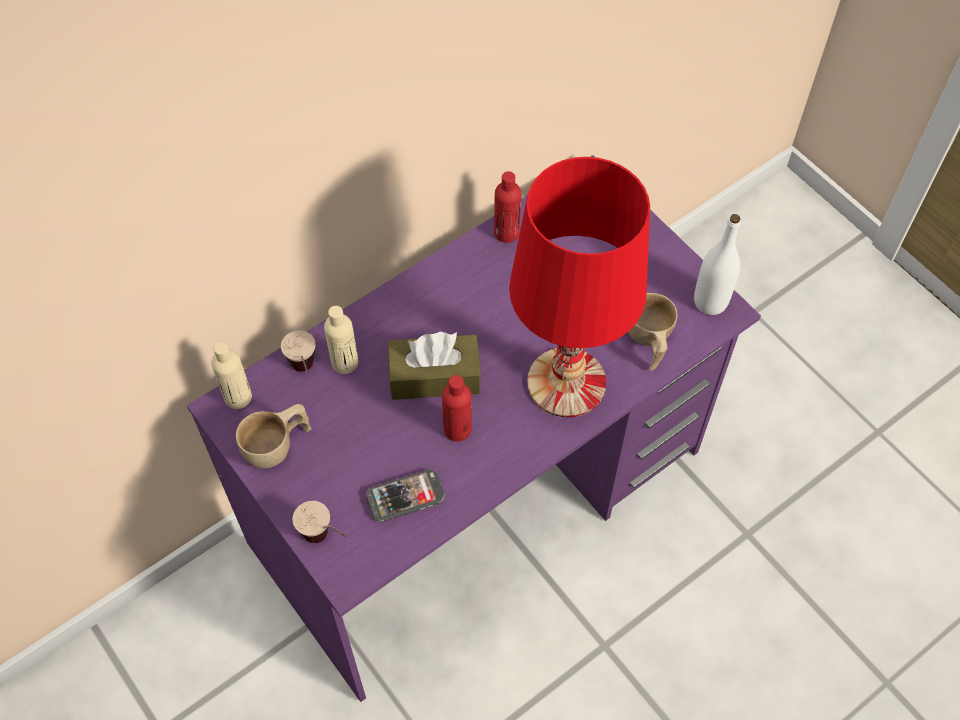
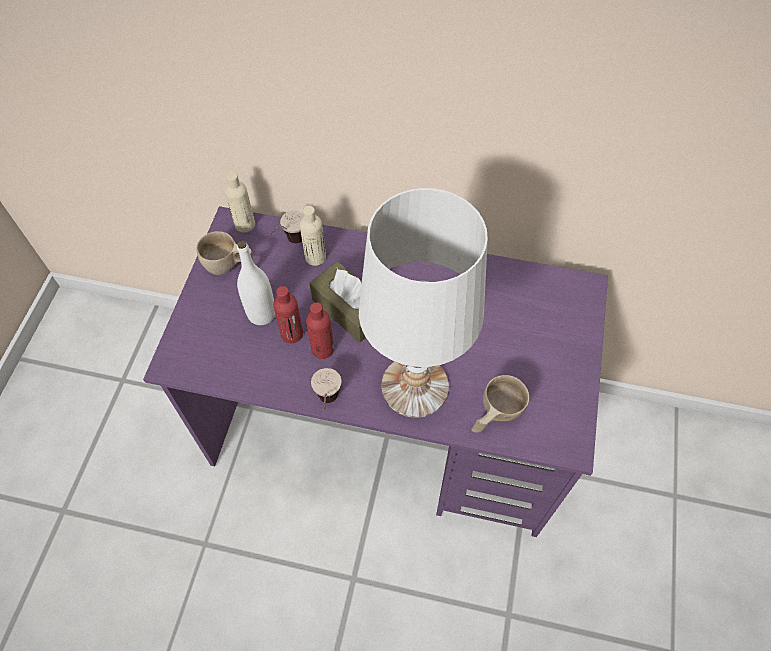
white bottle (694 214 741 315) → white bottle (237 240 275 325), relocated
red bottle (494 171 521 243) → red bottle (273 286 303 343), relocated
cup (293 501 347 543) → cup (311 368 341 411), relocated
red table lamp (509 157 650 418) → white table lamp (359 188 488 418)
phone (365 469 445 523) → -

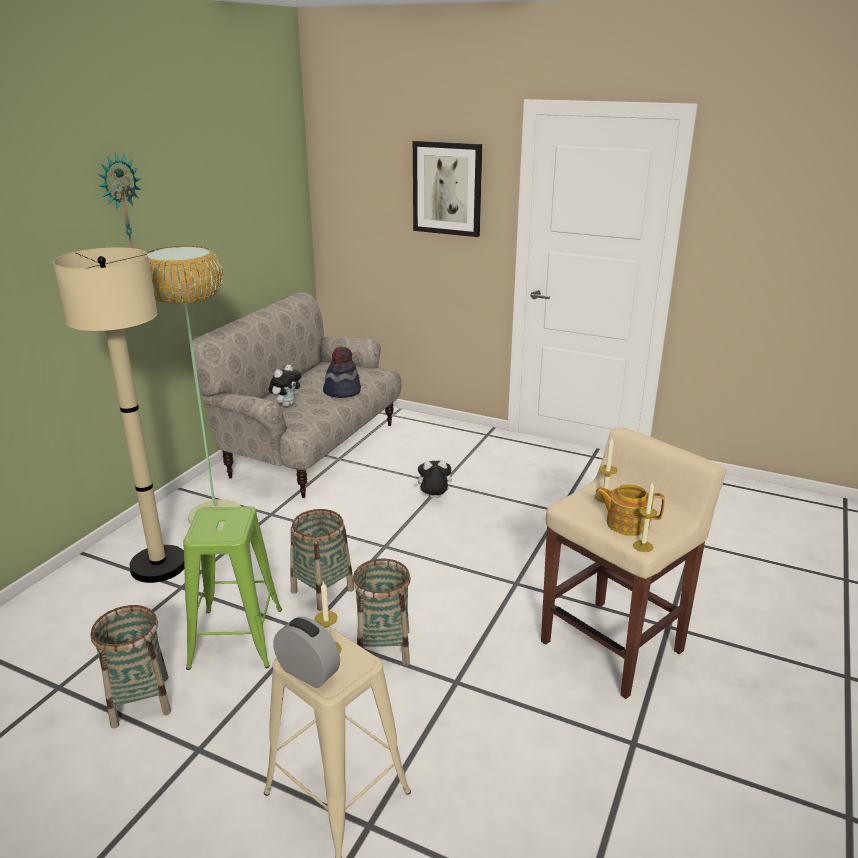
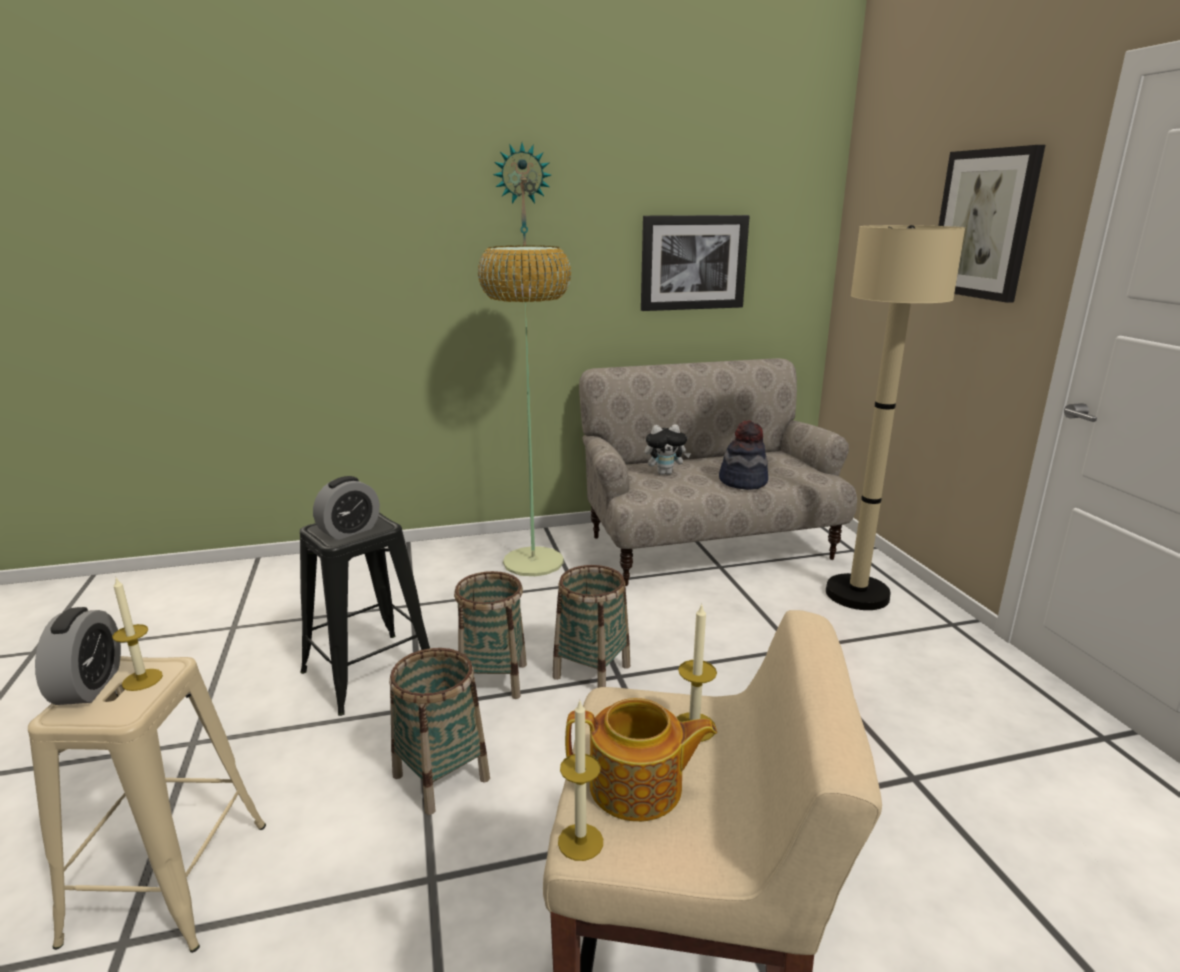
green stool (183 506 282 670) → black stool (300 512 430 716)
- → alarm clock (313 476 380 540)
basket (90 605 171 728) → basket (552 565 630 688), relocated
teapot (596 484 665 536) → teapot (565 698 717 822), 120 degrees clockwise
- → picture (641 215 750 311)
beige floor lamp (53 247 184 583) → beige floor lamp (826 225 965 610), relocated
plush toy (413 460 452 498) → -

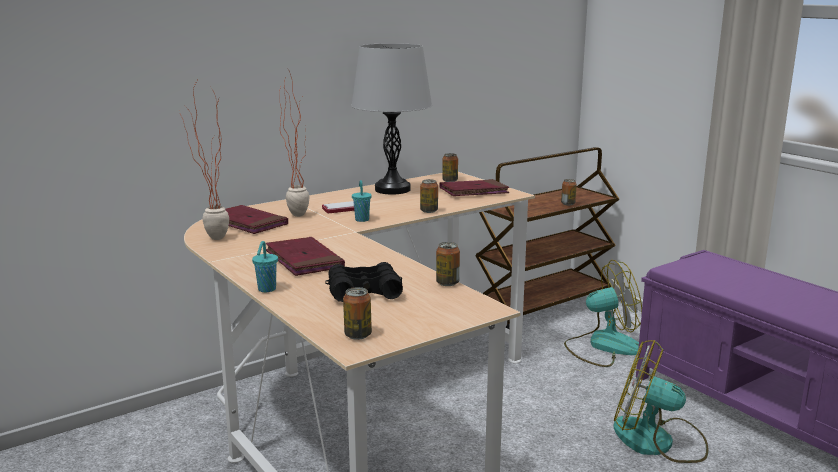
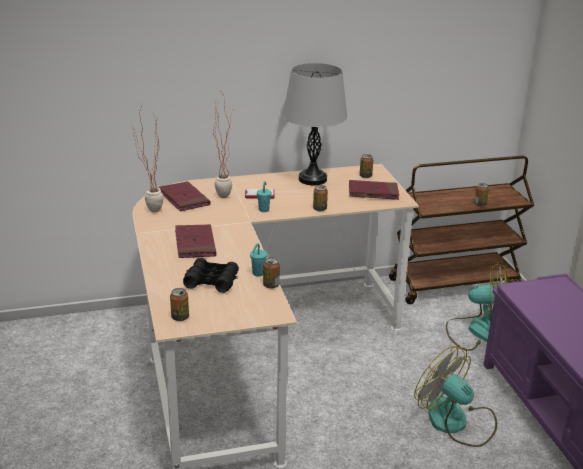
turquoise cup (252 241 278 292) → turquoise cup (250 243 267 277), relocated

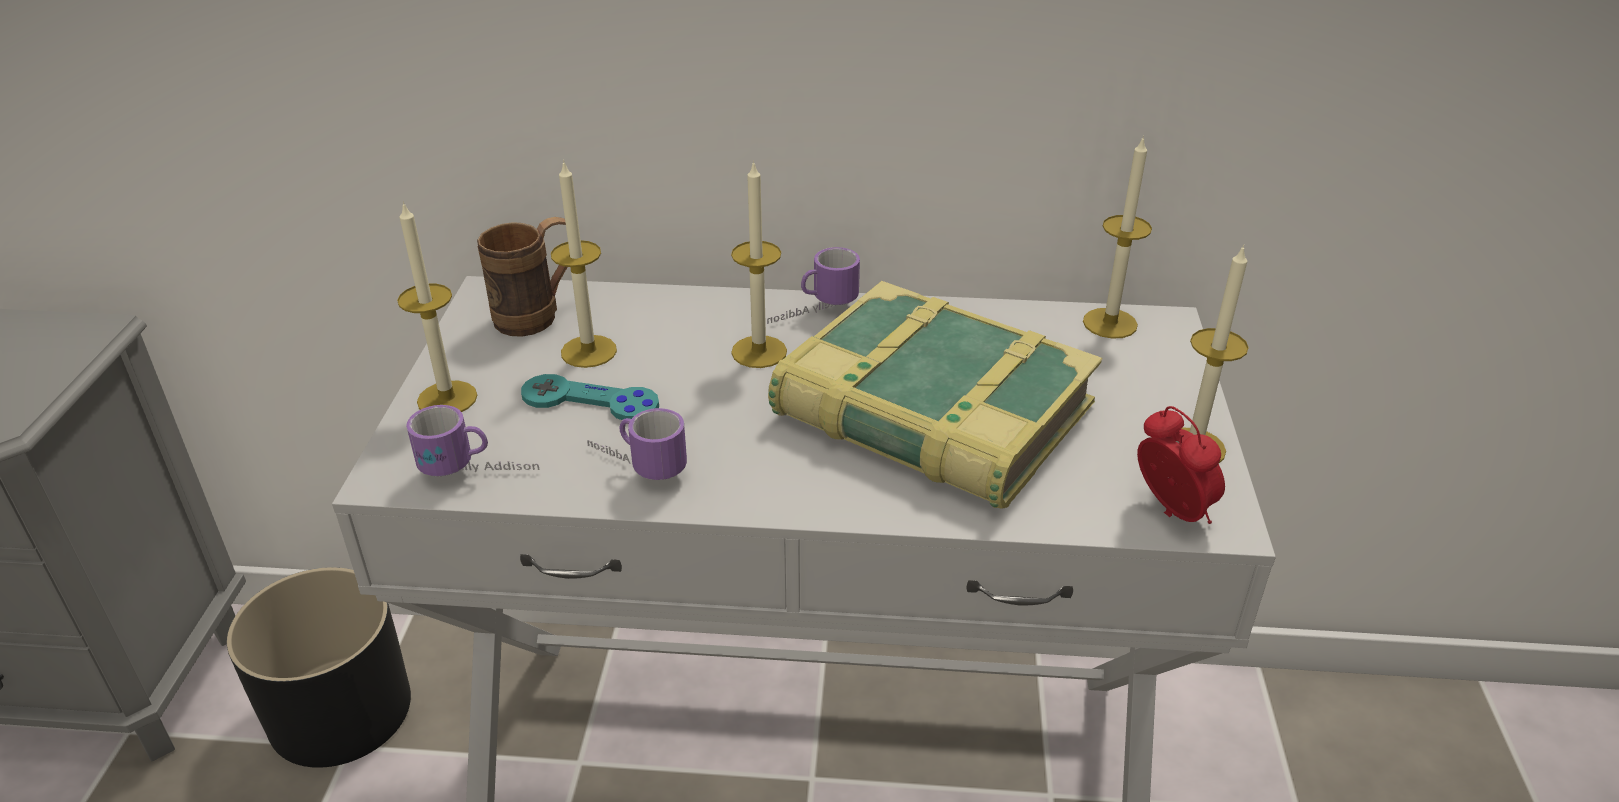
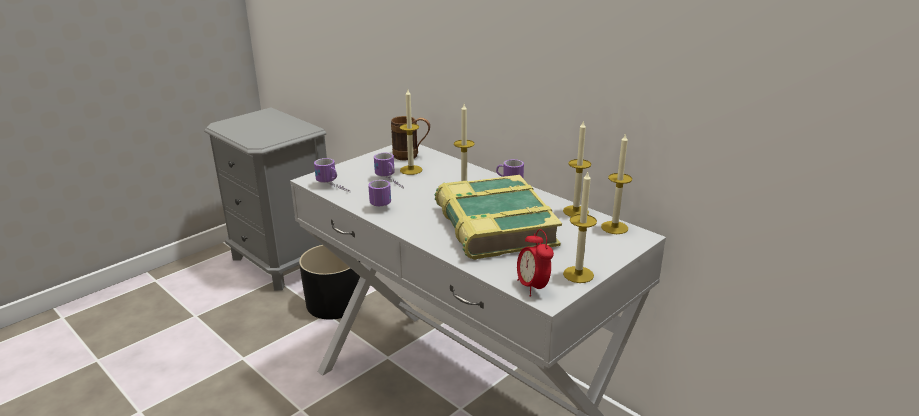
turquoise game controller (521 374 659 420) → mug (374 153 404 189)
alarm clock (1137 406 1225 524) → alarm clock (517 229 554 296), 150 degrees clockwise
candle (397 201 477 412) → candle (563 120 591 217), relocated

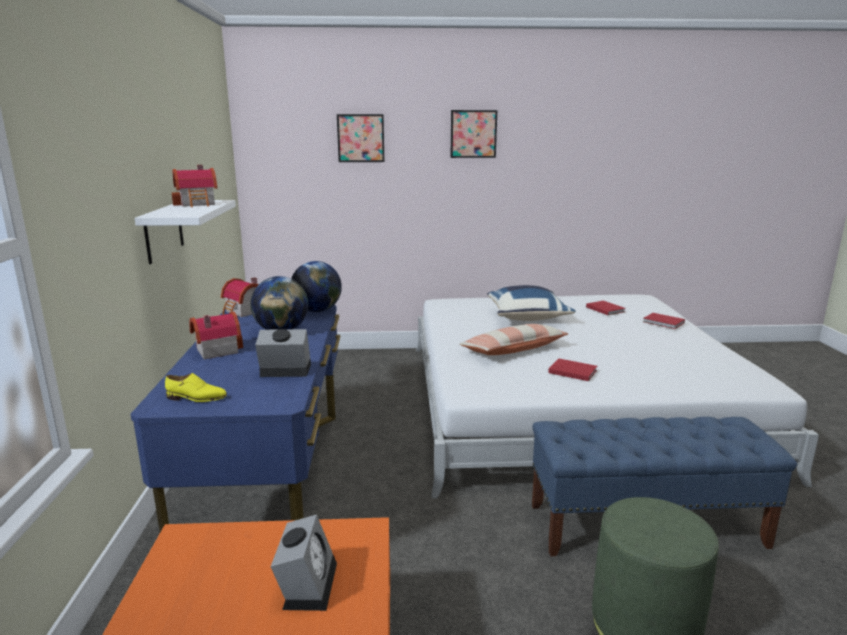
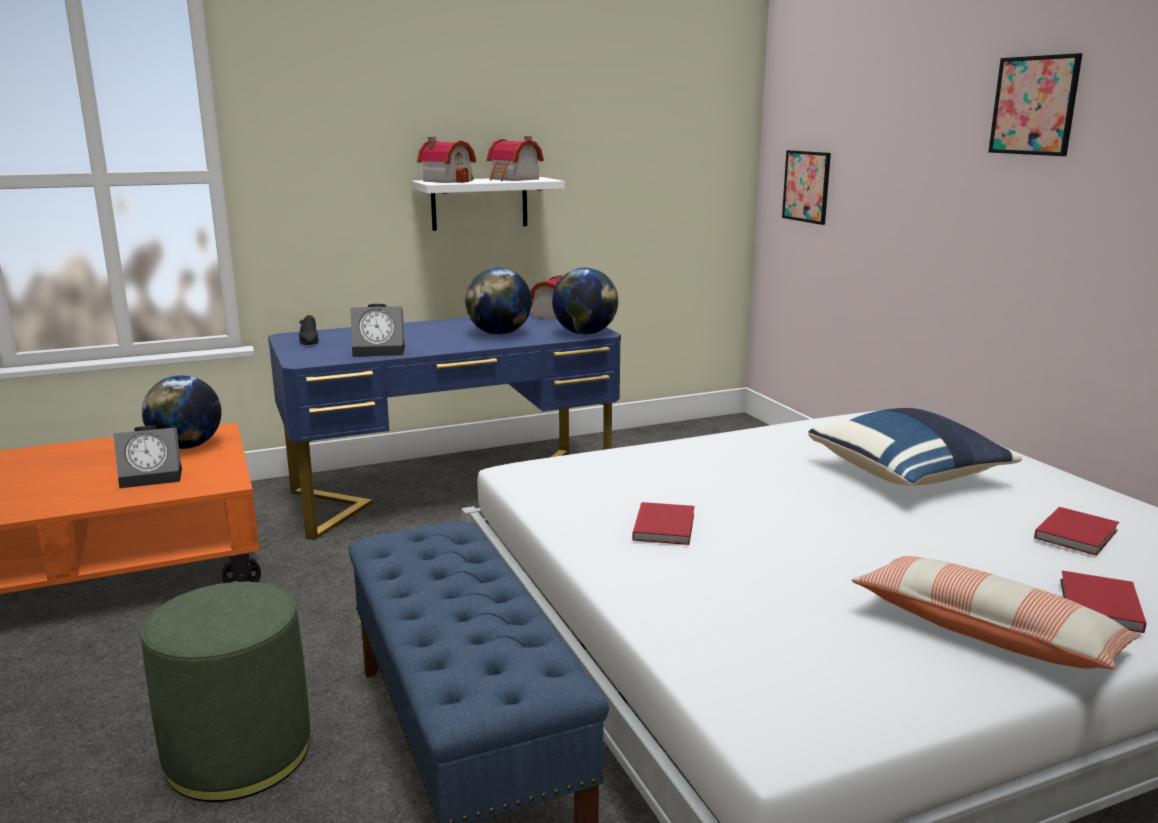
- → globe (142 375 221 449)
yellow shoe (165 373 227 402) → black shoe (299 315 319 345)
alarm clock (255 329 311 377) → alarm clock (351 304 405 357), 105 degrees clockwise
toy house (189 312 243 359) → toy house (417 137 476 183), relocated
picture (337 114 384 162) → picture (782 150 831 225), relocated
pillow (459 324 568 355) → pillow (851 556 1139 669), relocated

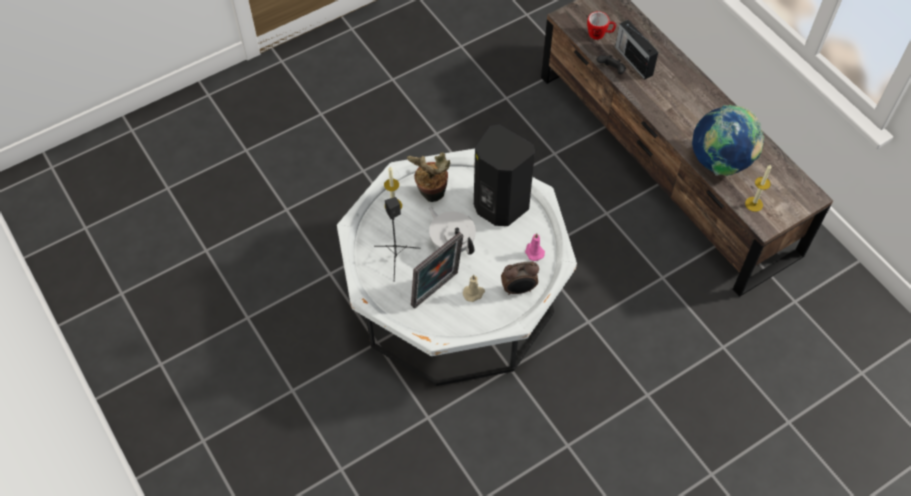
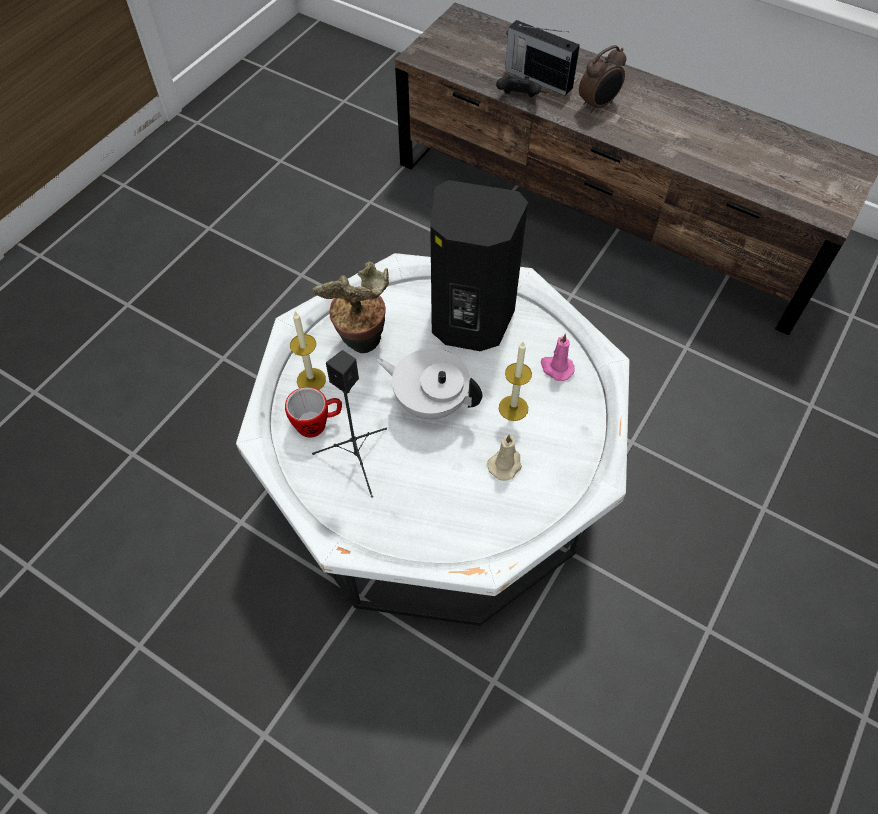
mug (587 11 616 40) → mug (285 387 342 438), relocated
candle (745 164 771 212) → candle (499 342 532 421), relocated
alarm clock (501 262 539 295) → alarm clock (579 45 626 113), relocated
picture frame (411 232 464 309) → -
globe (692 105 764 176) → -

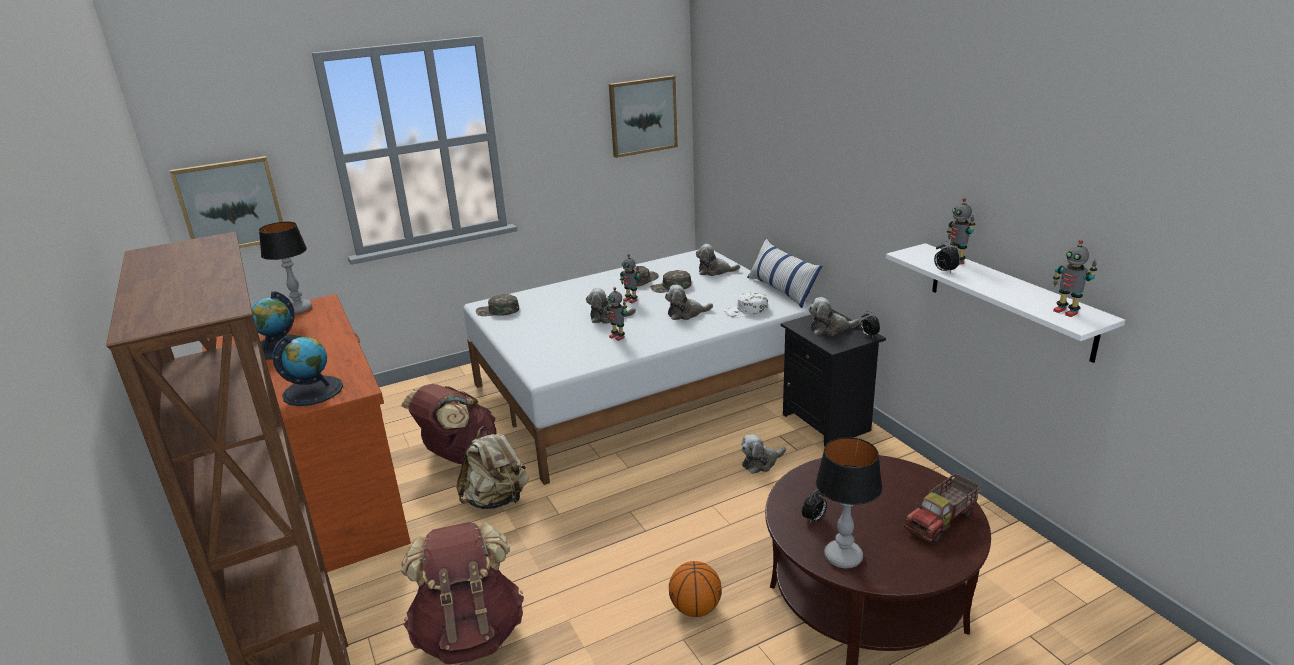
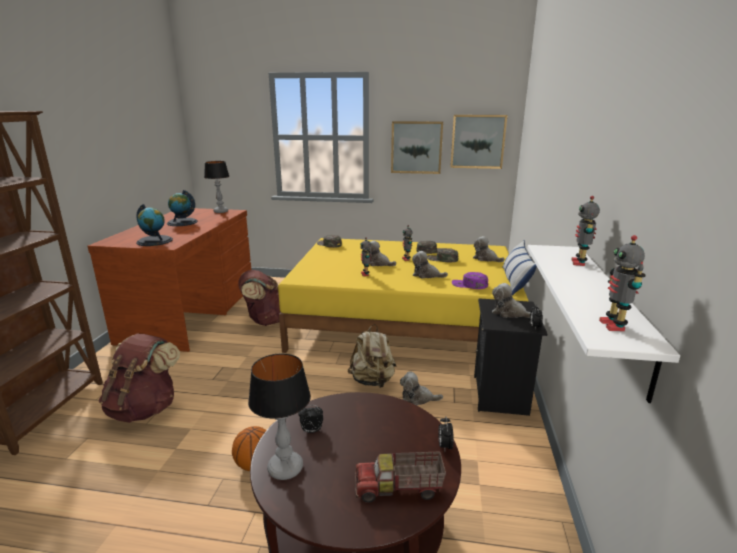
white bed (463 250 812 485) → yellow bed (278 238 529 353)
beige backpack (456 426 529 509) → beige backpack (348 324 397 388), relocated
picture (170 156 283 248) → picture (391 121 443 174), relocated
alarm clock (934 241 960 273) → alarm clock (438 417 454 451), relocated
white cap (724 292 768 317) → purple cap (452 272 488 289)

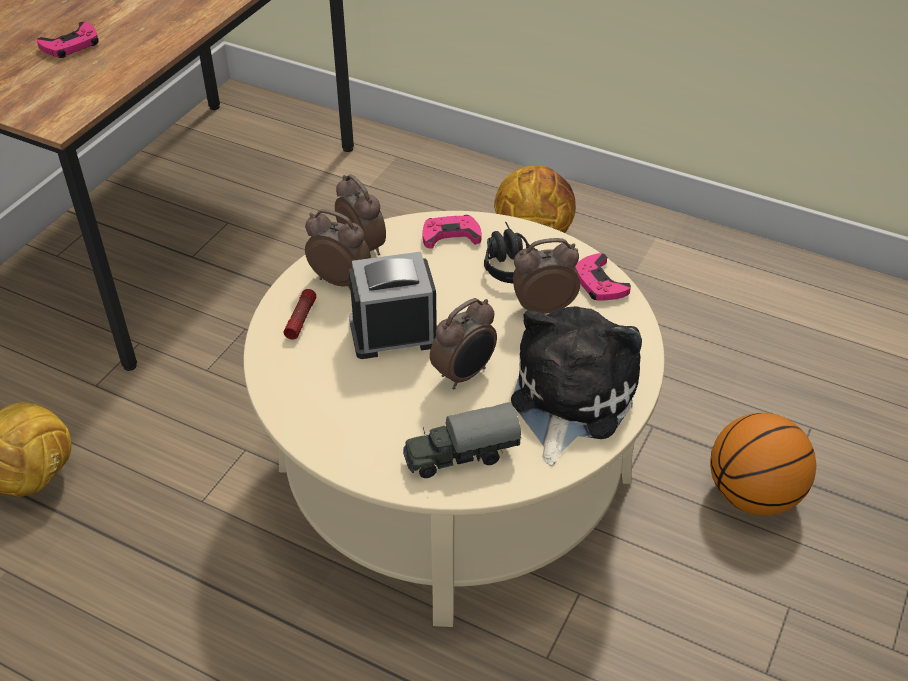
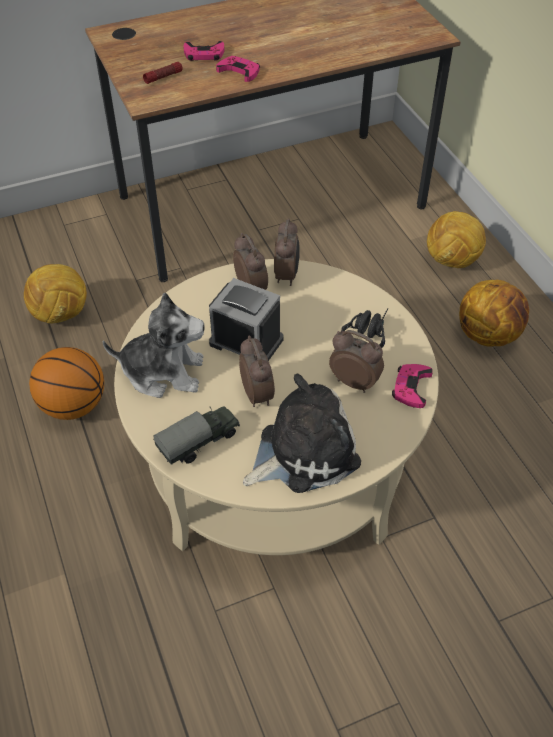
basketball (710 413 816 516) → basketball (29 347 104 420), relocated
- → plush toy (103 293 205 398)
flashlight (283 289 316 340) → flashlight (143 62 183 84), relocated
toy truck (403 402 521 478) → toy truck (154 407 240 465), 120 degrees clockwise
pink game controller (422 215 482 249) → pink game controller (216 56 260 82), relocated
alarm clock (430 298 497 389) → alarm clock (239 336 275 407), 105 degrees counterclockwise
- → football (427 211 486 268)

